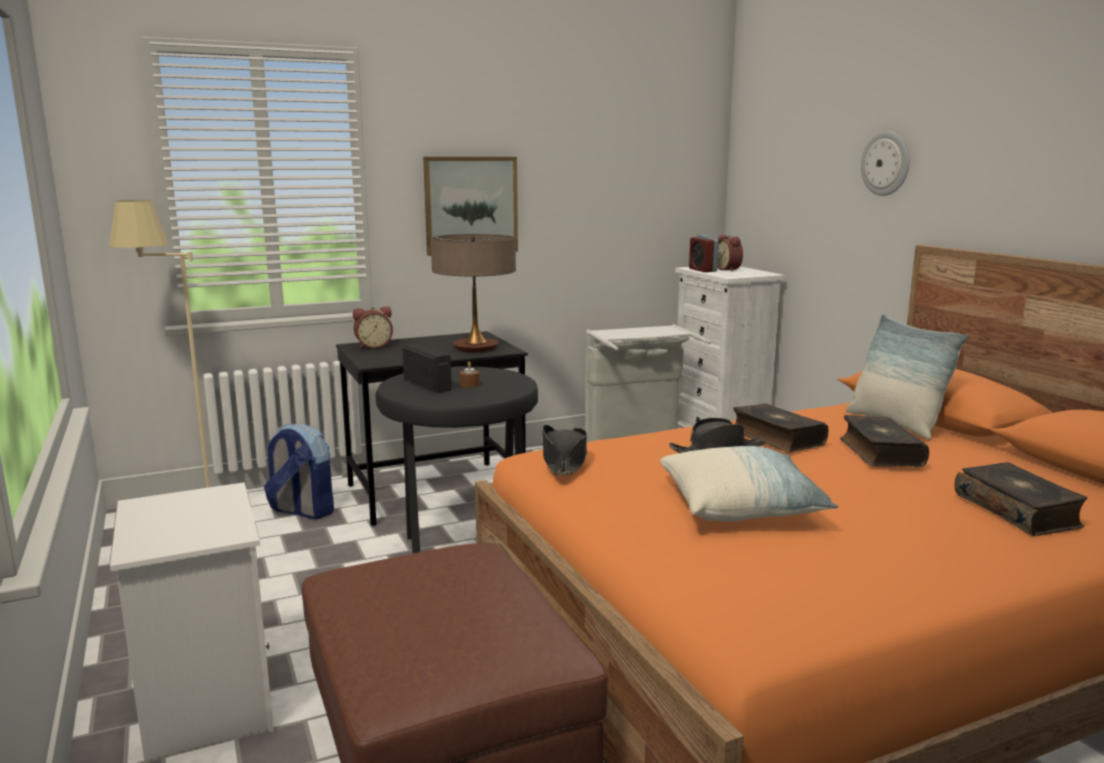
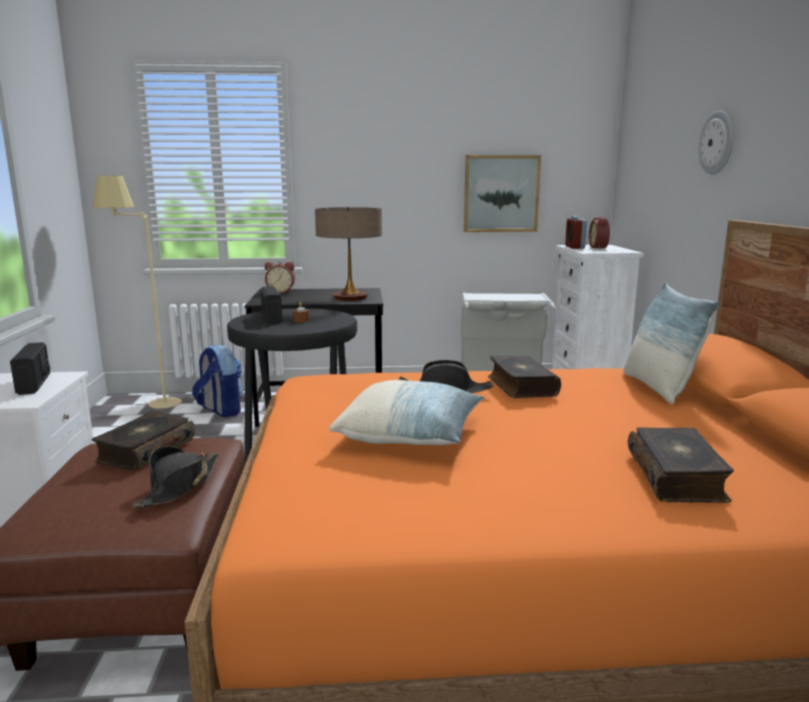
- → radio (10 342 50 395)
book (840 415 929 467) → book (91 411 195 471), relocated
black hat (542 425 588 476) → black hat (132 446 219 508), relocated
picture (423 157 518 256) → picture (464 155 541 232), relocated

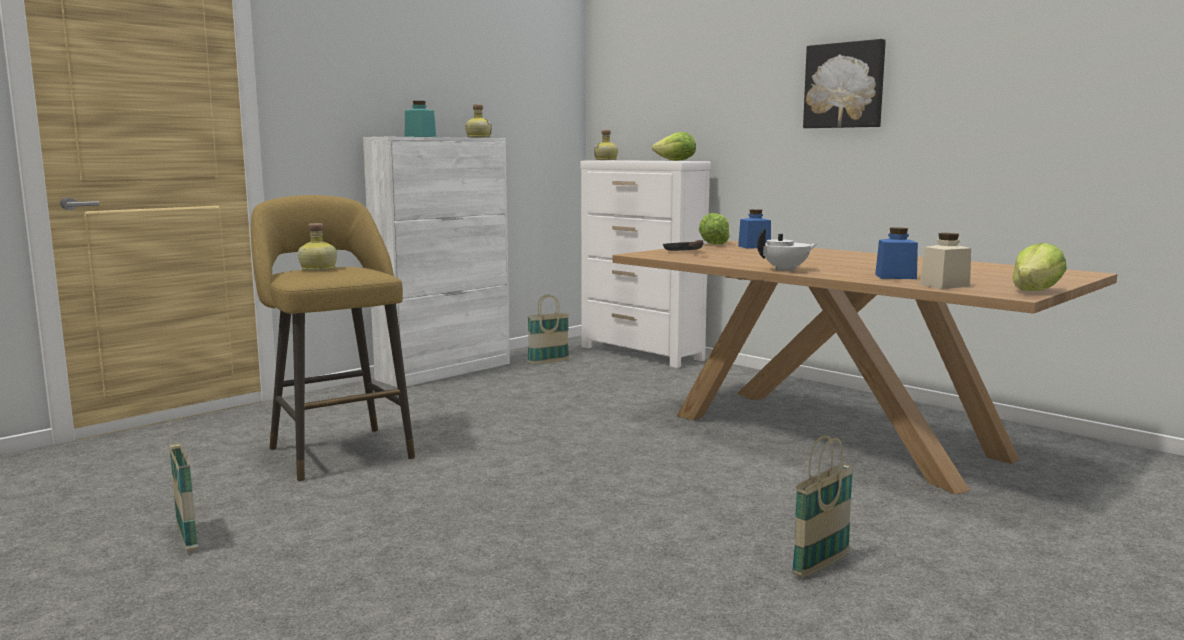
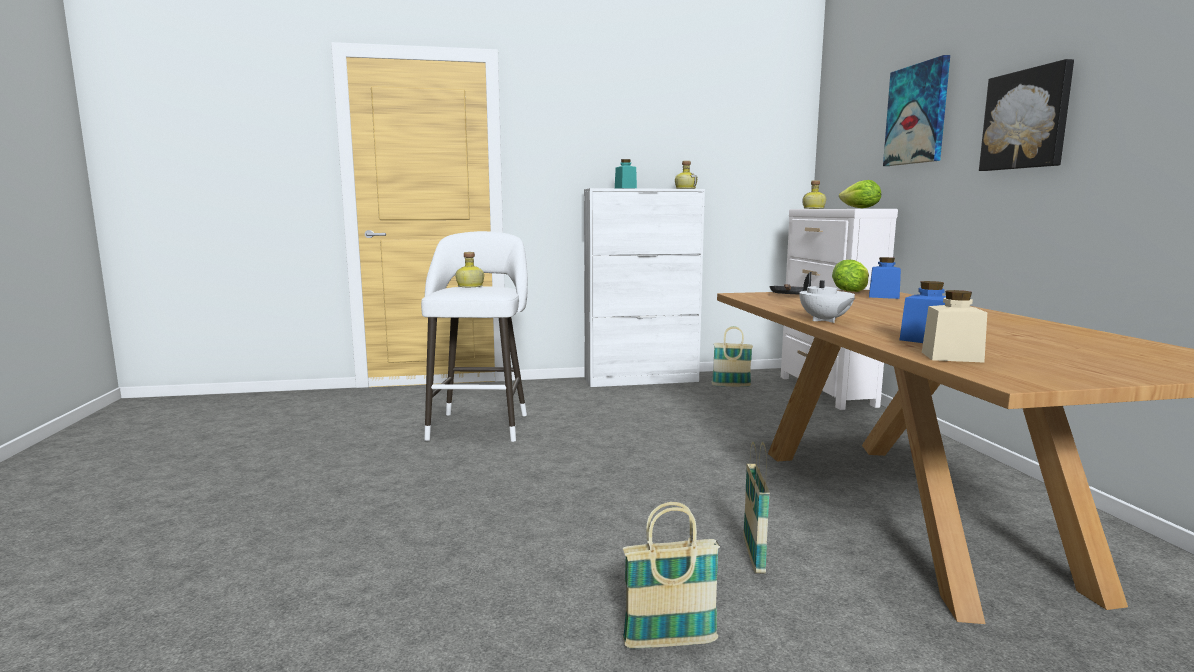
yellow stool (251 195 415 481) → white stool (421 231 528 442)
basket (169 416 198 552) → basket (743 442 770 574), relocated
white teapot (757 228 817 272) → white teapot (799 272 856 323), 60 degrees clockwise
- → picture (883 55 950 166)
lettuce (1012 243 1067 291) → -

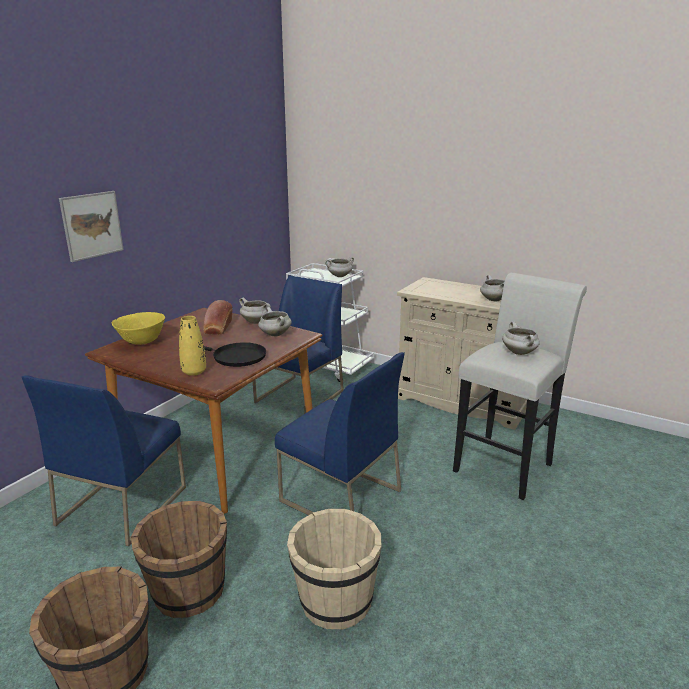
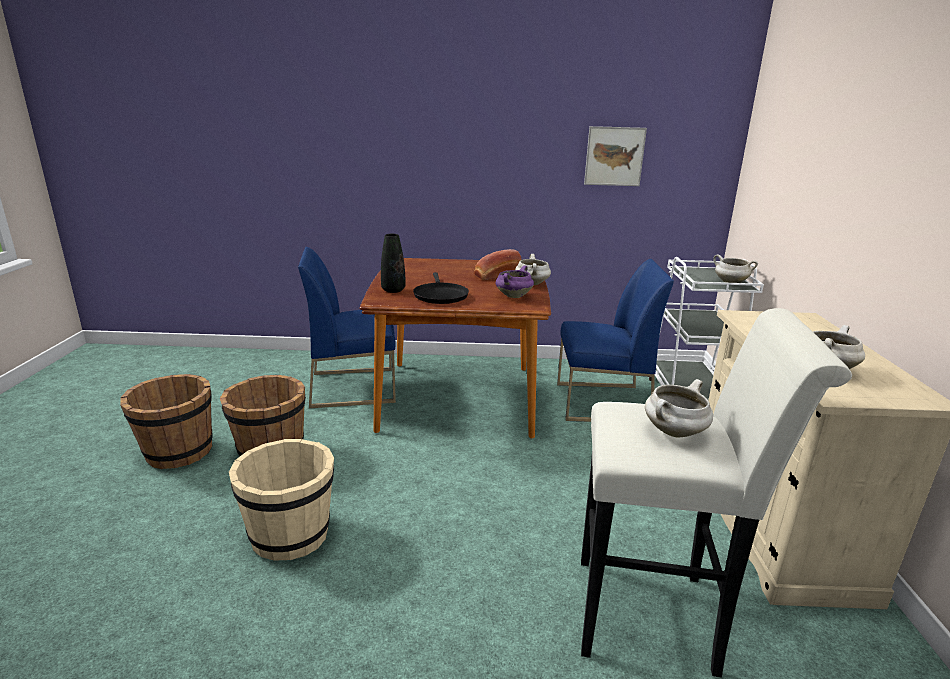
yellow vase (179 316 206 376) → black vase (381 234 405 293)
white cooking pot (258 307 292 337) → purple cooking pot (496 265 534 298)
picture (59 191 124 262) → picture (584 126 647 186), relocated
yellow bowl (111 312 165 345) → -
blue chair (275 352 404 515) → -

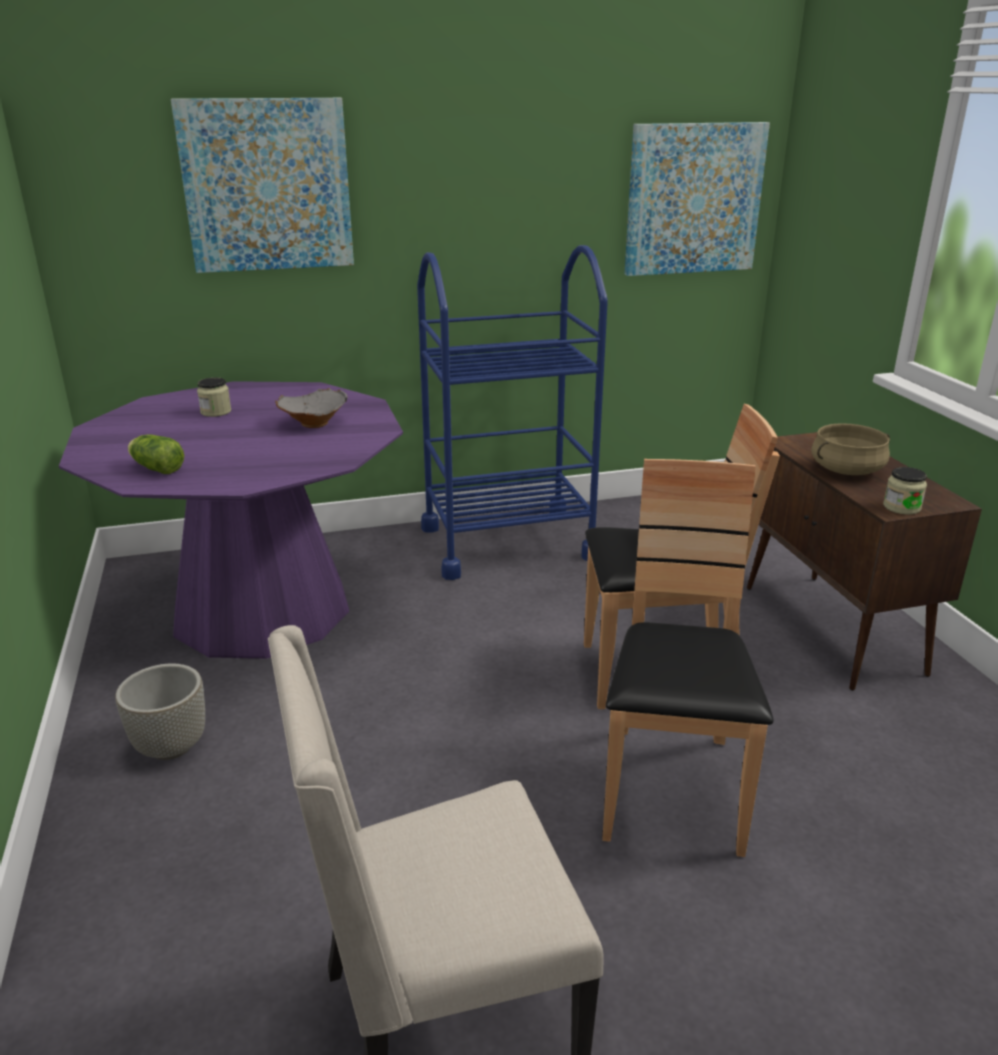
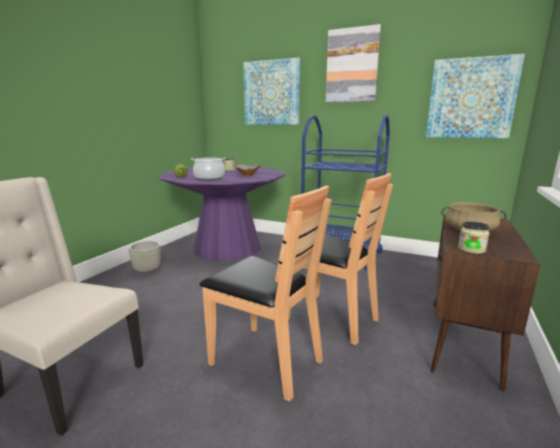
- → cooking pot (191 158 226 180)
brown chair (602 459 773 857) → brown chair (200 185 332 402), 75 degrees clockwise
- → picture (326 24 381 102)

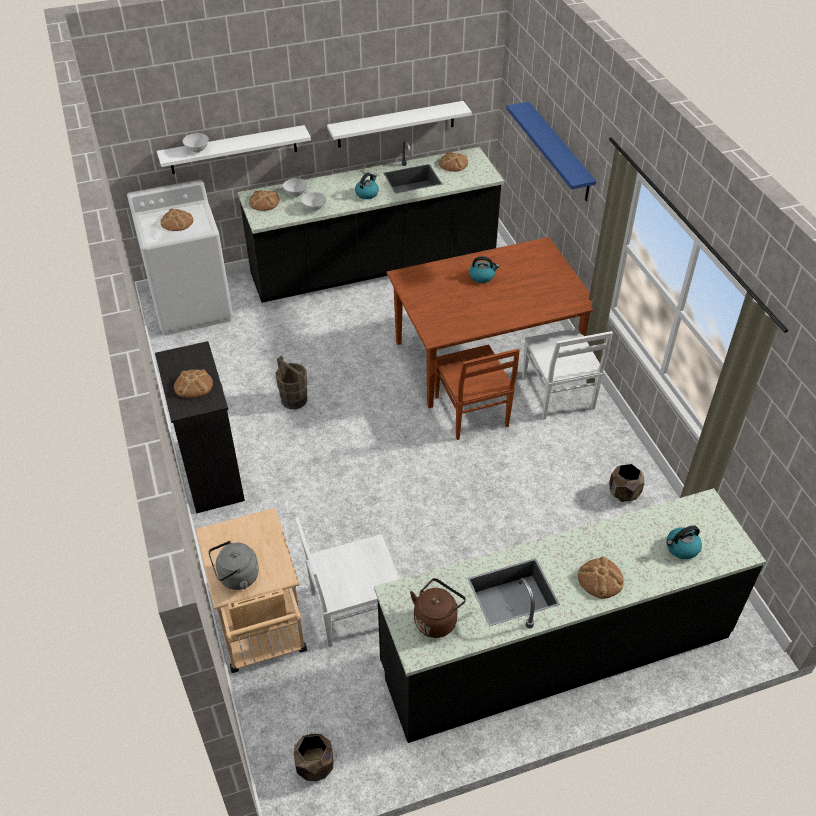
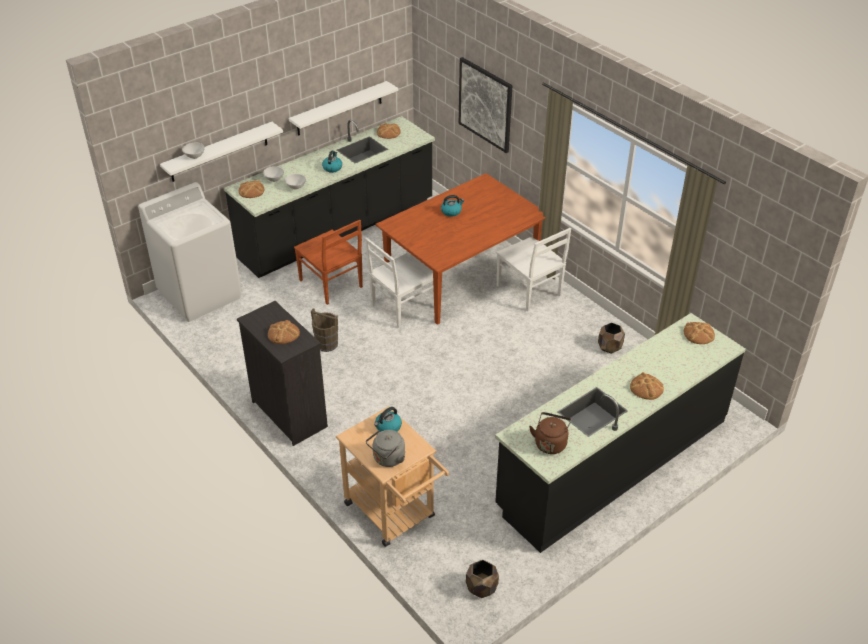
brown chair (435 345 520 440) → brown chair (294 220 363 305), relocated
white chair (295 517 399 647) → white chair (365 237 433 328), relocated
kettle (666 525 702 559) → kettle (374 407 402 432), relocated
blue shelf (506 102 596 201) → picture (459 57 512 153)
bread (161 208 194 231) → bread (684 322 715 344), relocated

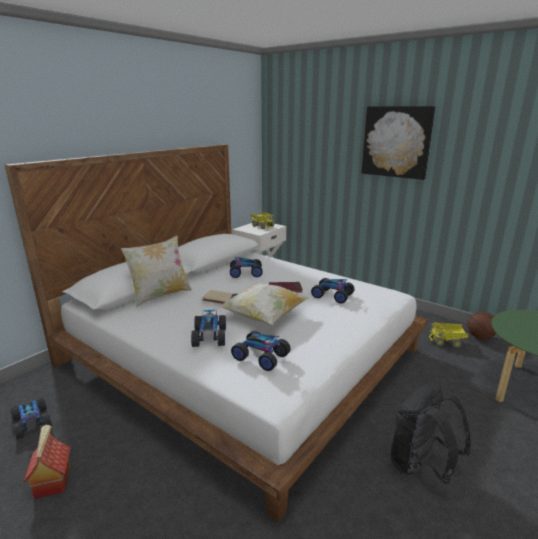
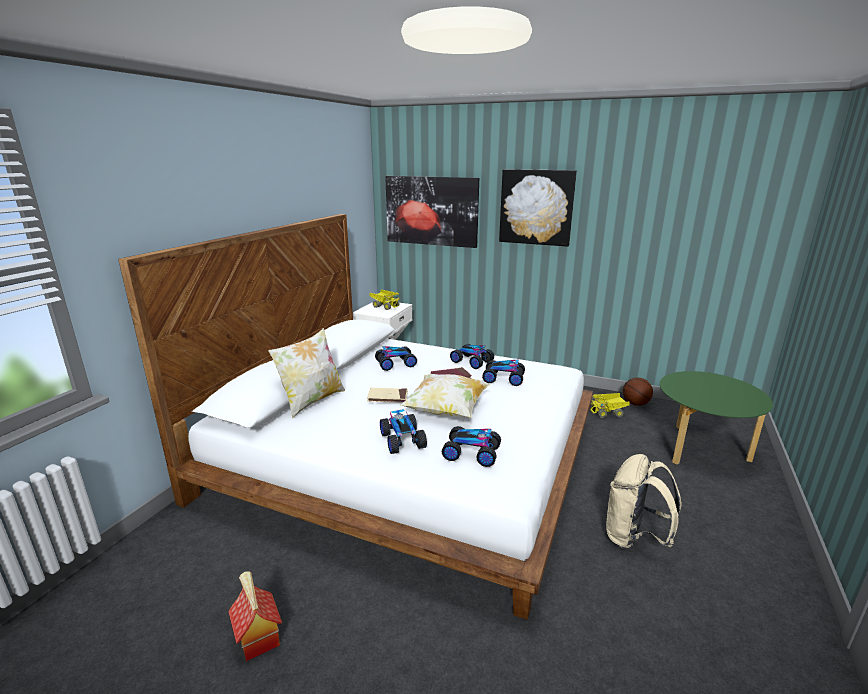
- → picture (385 176 479 248)
toy car (10 396 52 440) → toy car (450 344 494 369), relocated
black backpack (391 383 471 484) → beige backpack (606 454 682 549)

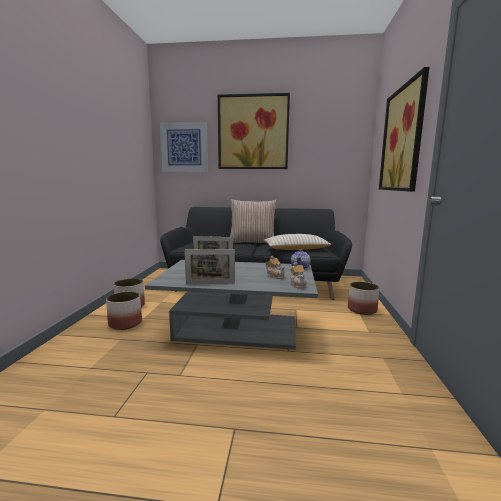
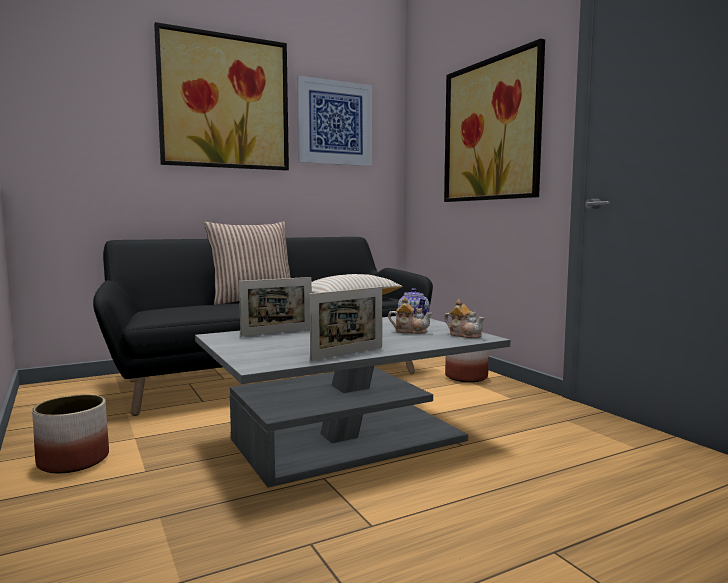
picture (160 122 208 172) → picture (297 75 372 166), relocated
planter (106 291 142 330) → -

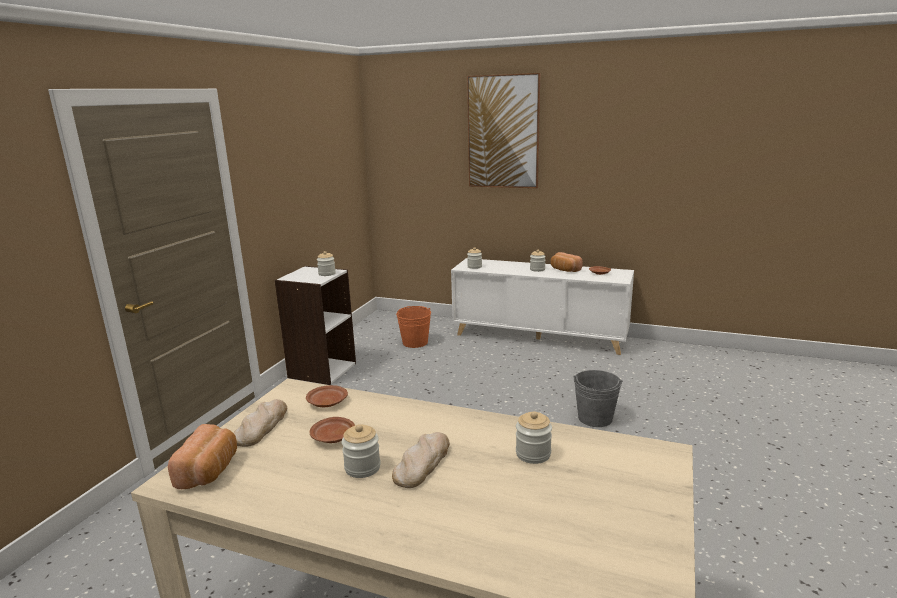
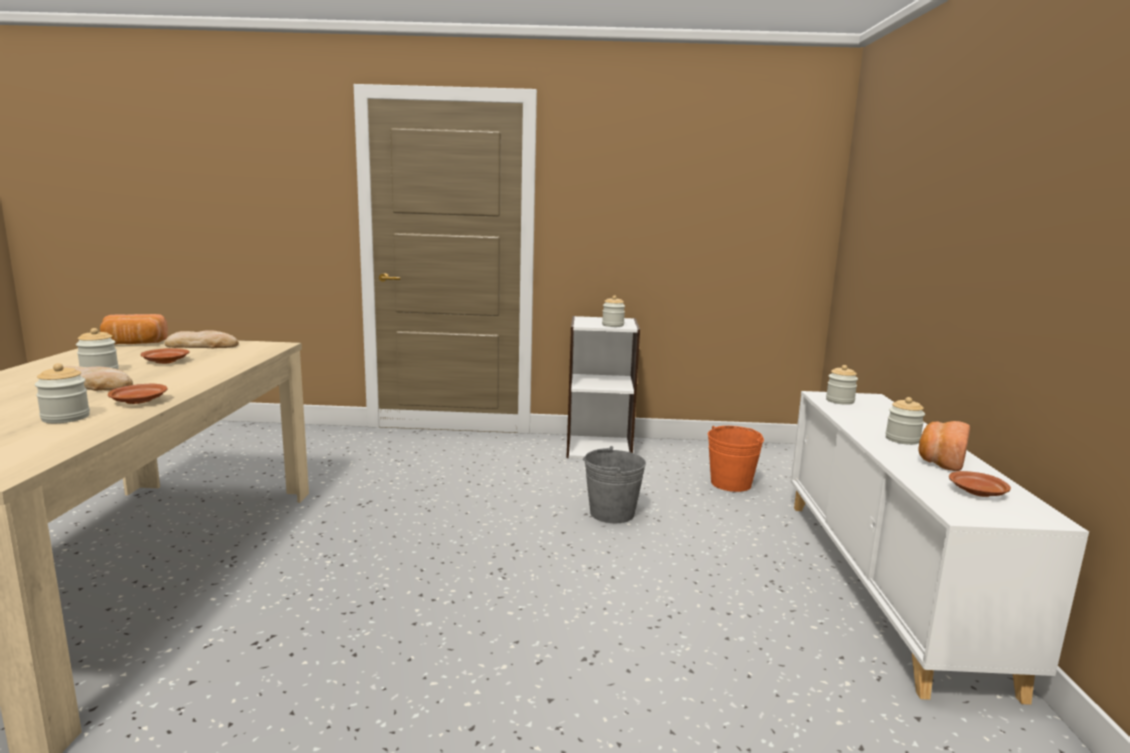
brown plate (306 385 348 407) → brown plate (108 384 168 404), relocated
grey bucket (573 370 623 427) → grey bucket (583 446 646 523), relocated
picture (467 73 540 188) → -

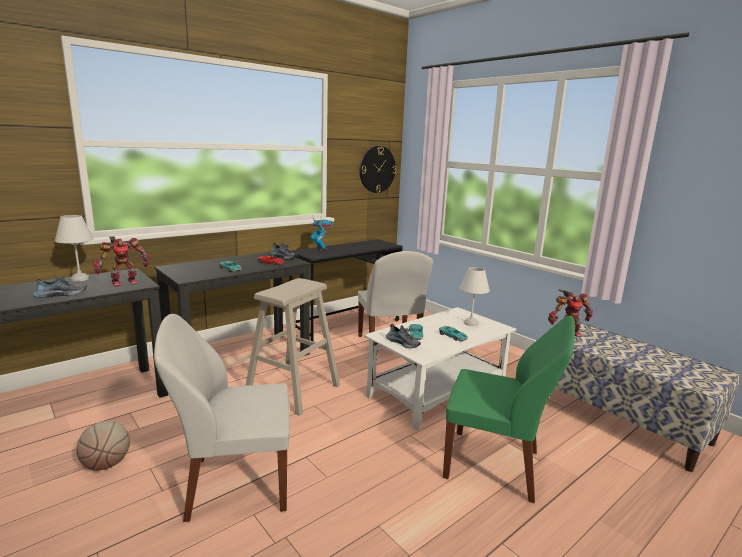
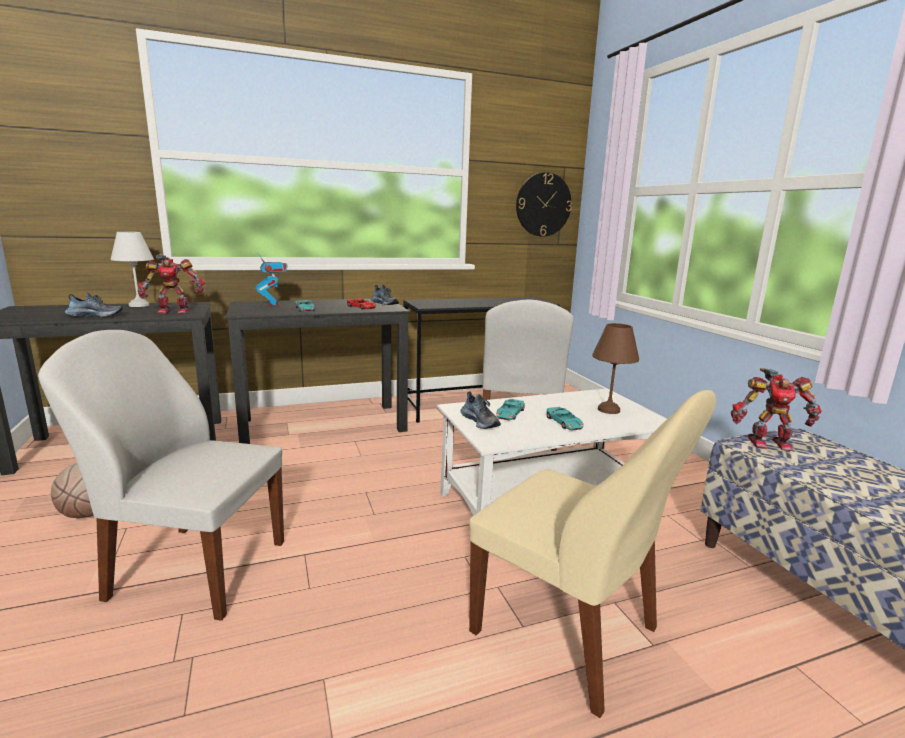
toy robot (310 216 333 250) → toy robot (255 254 288 307), relocated
green chair (443 315 575 503) → beige chair (469 390 716 718)
white table lamp (460 267 490 326) → brown table lamp (592 323 639 414)
beige stool (245 278 340 416) → -

